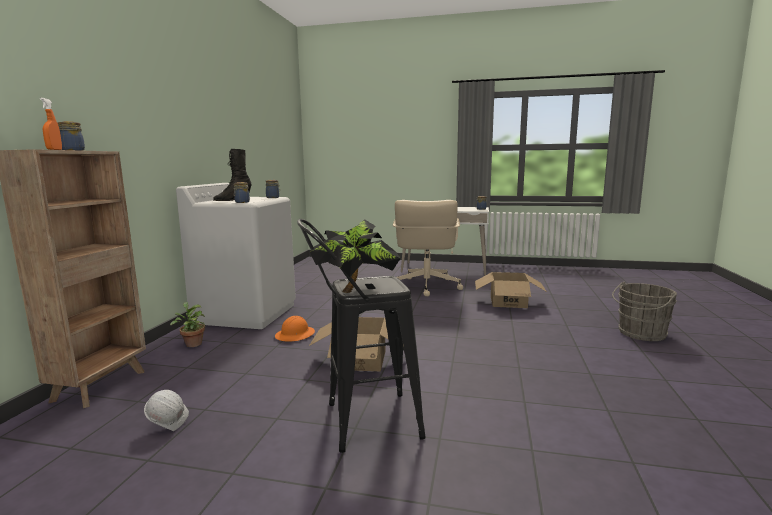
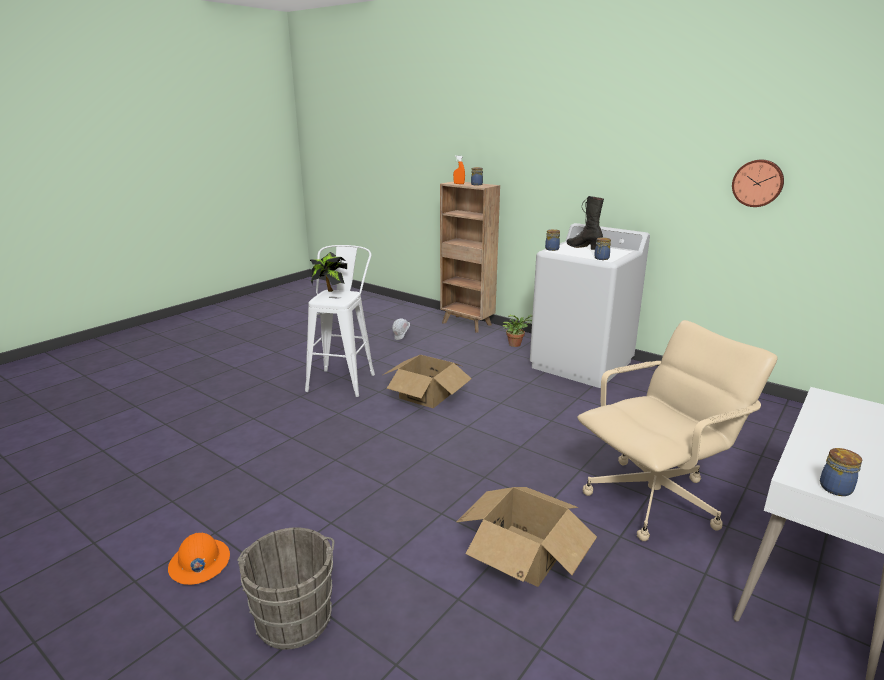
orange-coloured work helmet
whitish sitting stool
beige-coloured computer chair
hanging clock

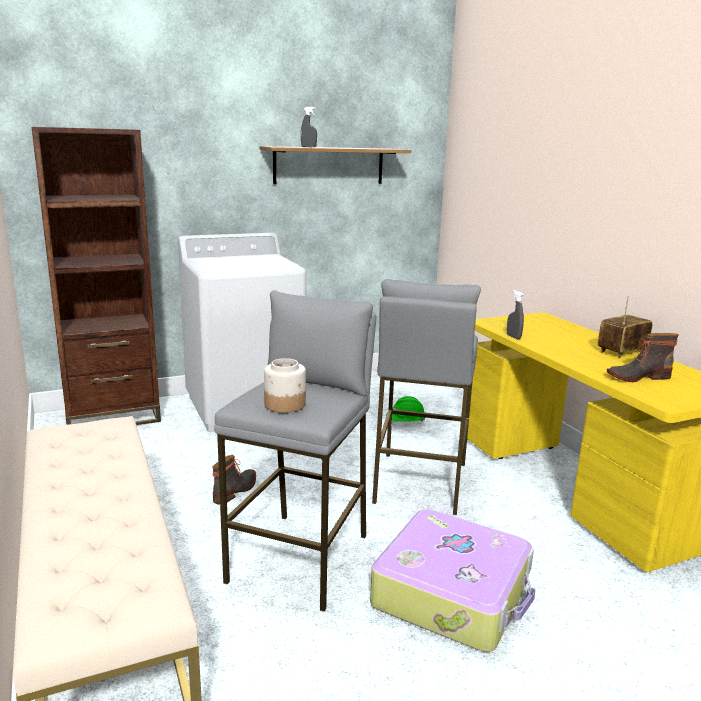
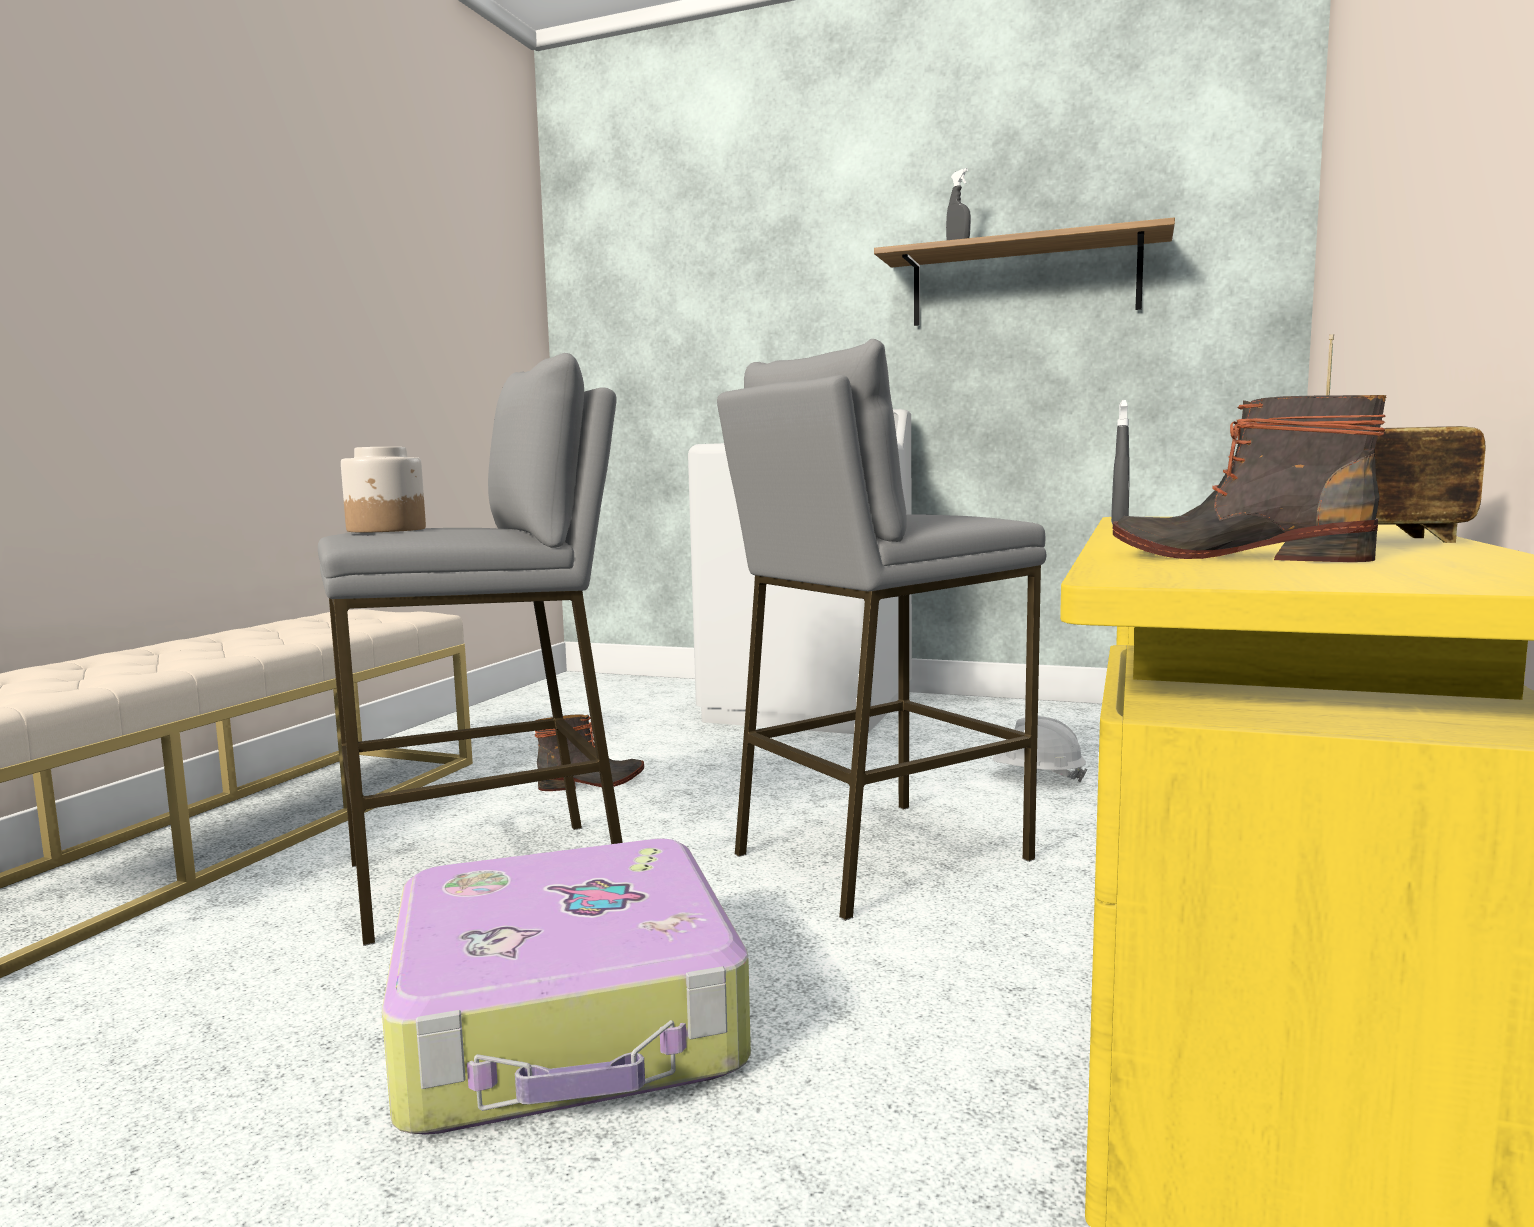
brownish bookcase
whitish work helmet

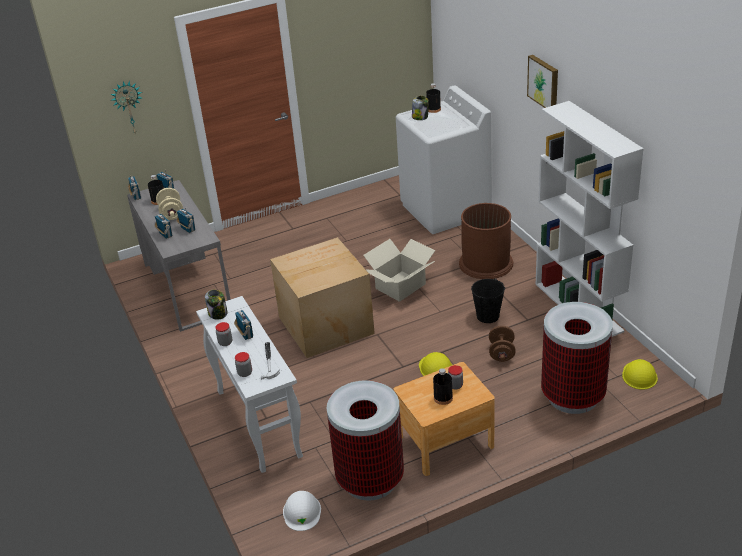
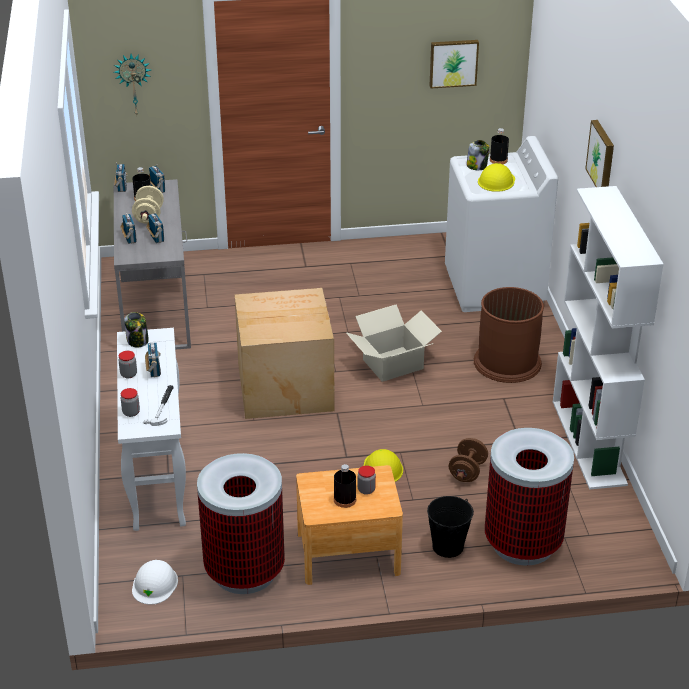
black-coloured pail
yellowish work helmet (no. 2 from left)
wall picture (no. 1 from left)

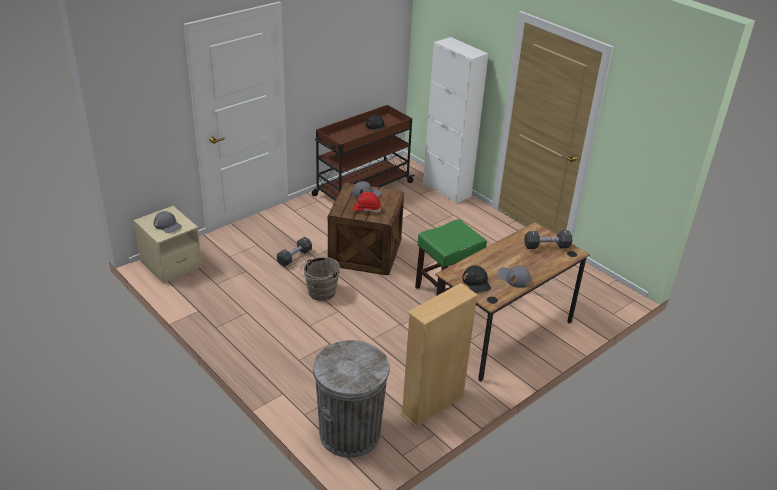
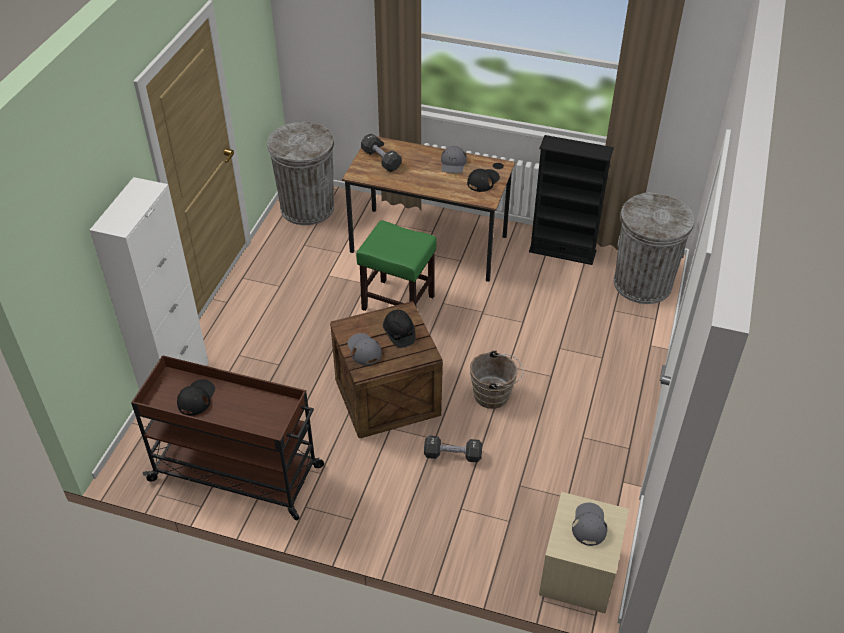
black-coloured work helmet
black-coloured bookcase
greyish waste bin (no. 1 from left)

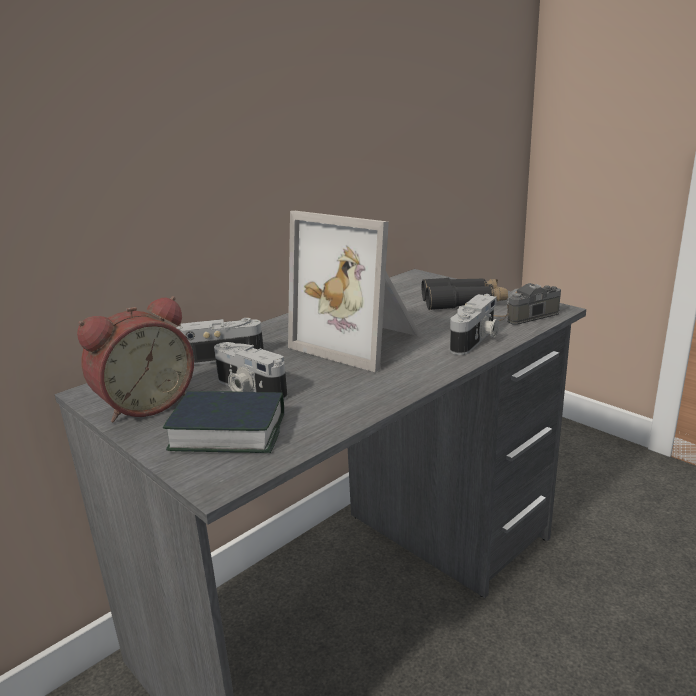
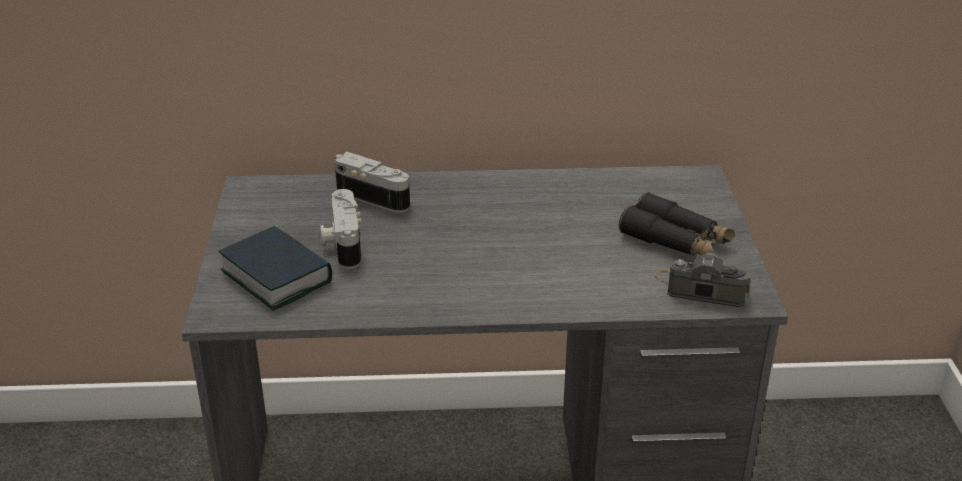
table clock
standing frame
photo camera (no. 3 from left in the first image)

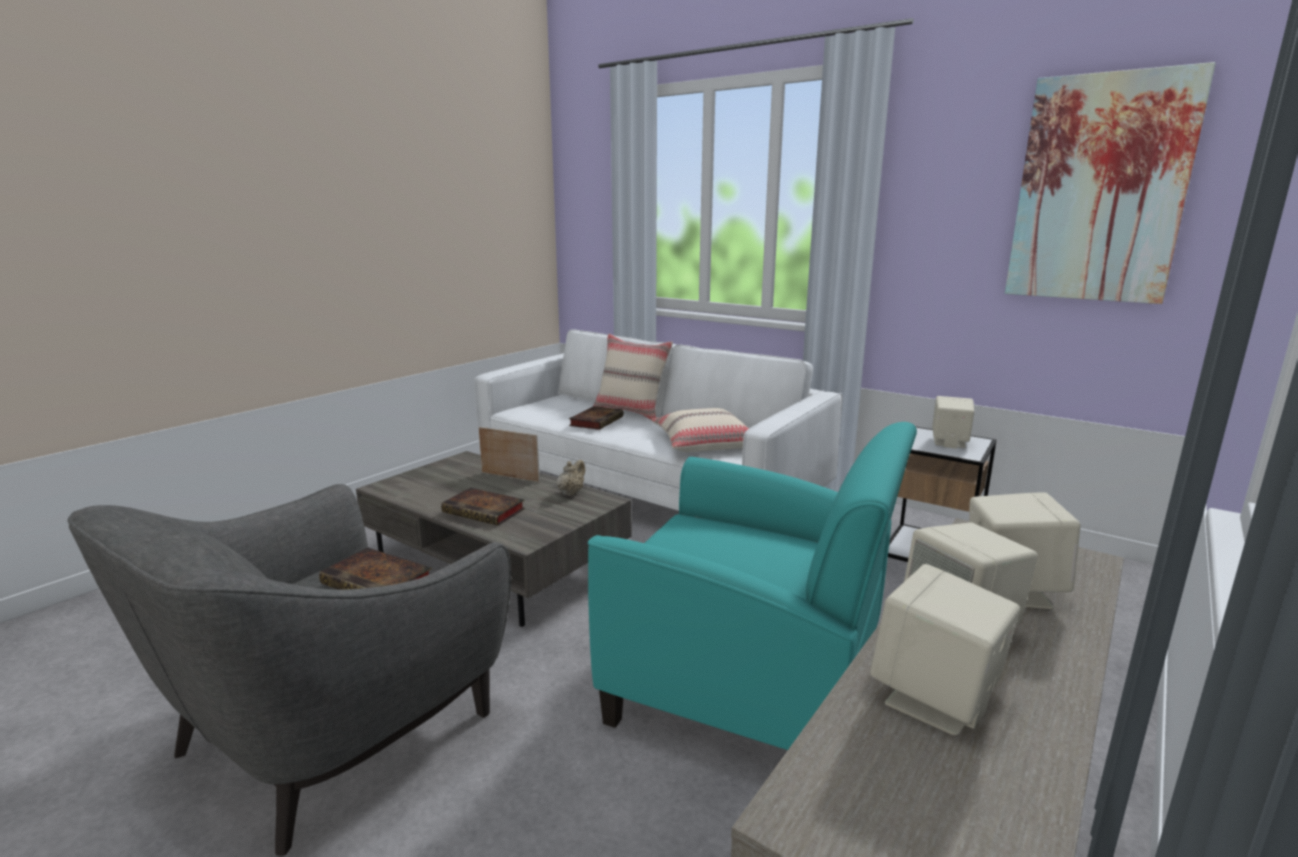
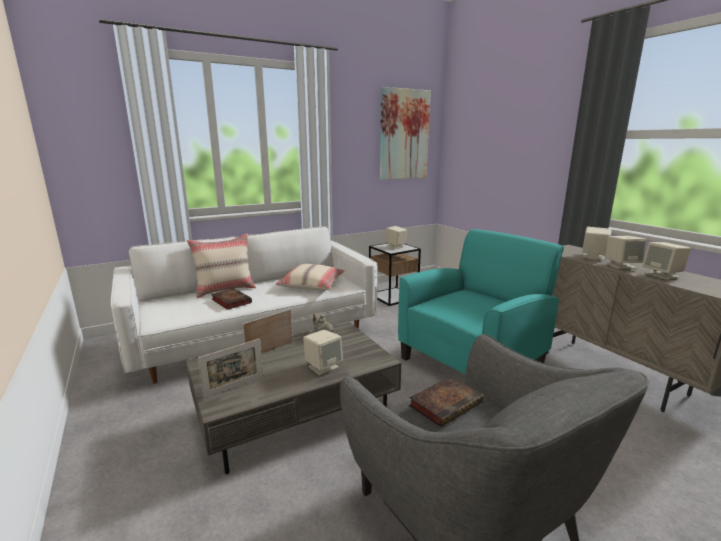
beige-coloured audio speaker (no. 1 from left)
standing frame (no. 1 from left)

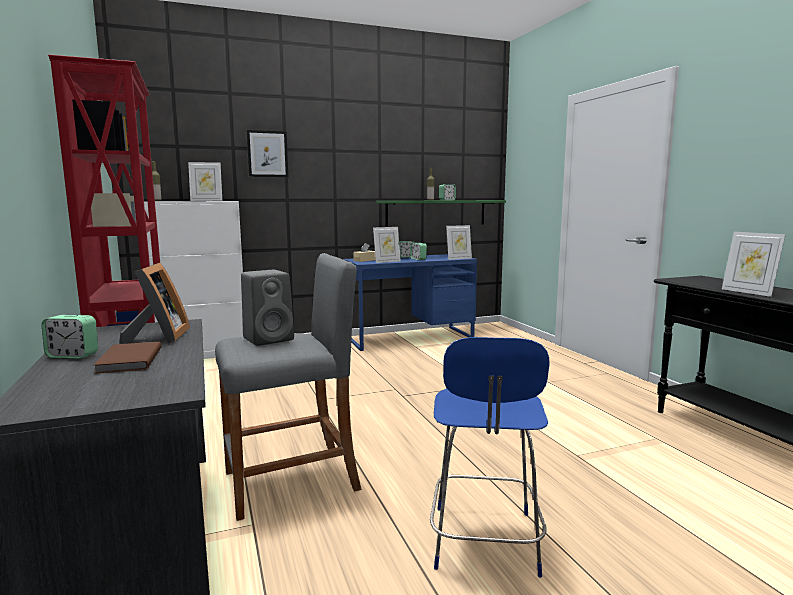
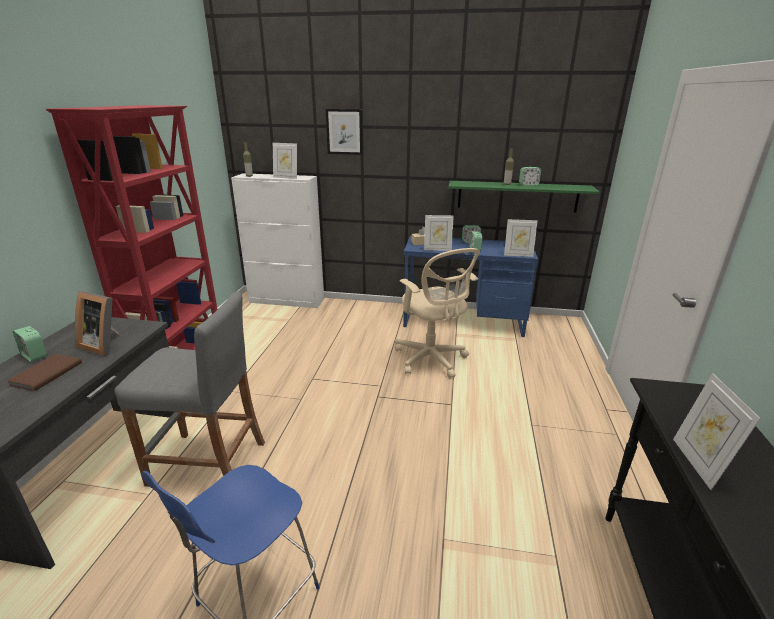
standing frame (no. 1 from left)
greyish audio speaker
beige-coloured computer chair

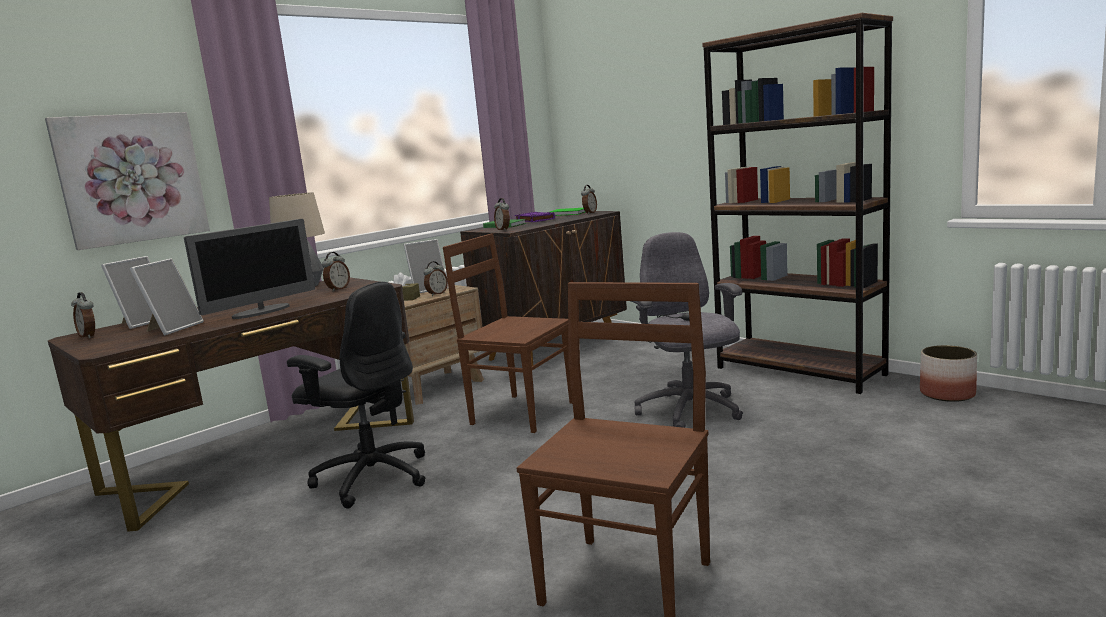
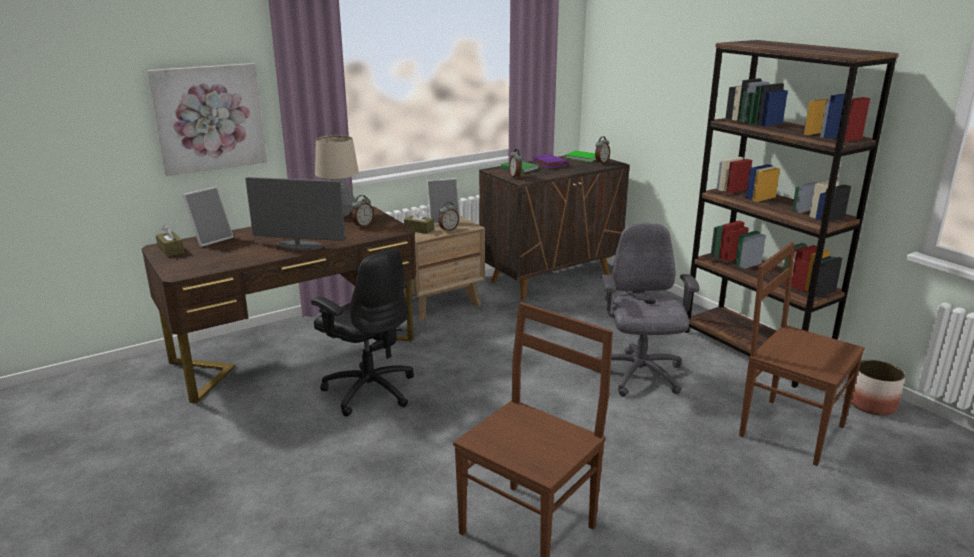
brownish tissue holder (no. 1 from left)
standing frame (no. 2 from left in the first image)
computer screen
brownish upright chair (no. 2 from left)

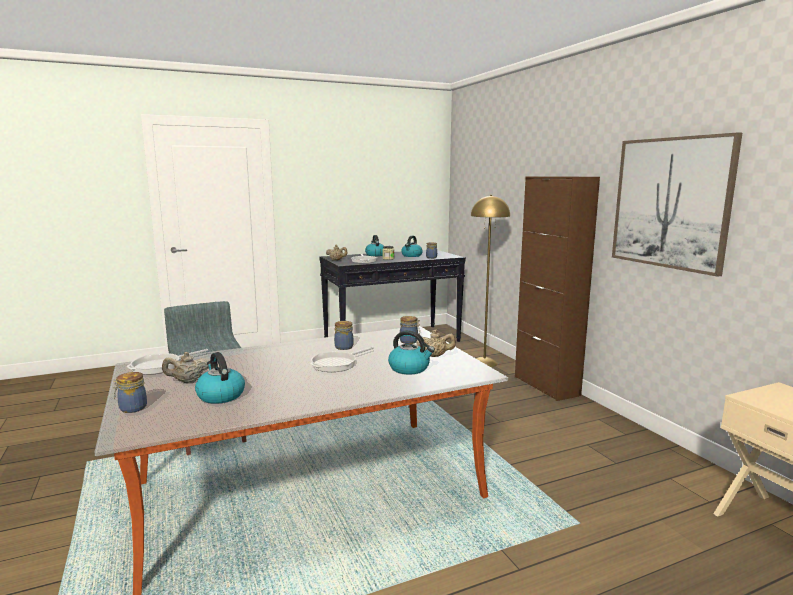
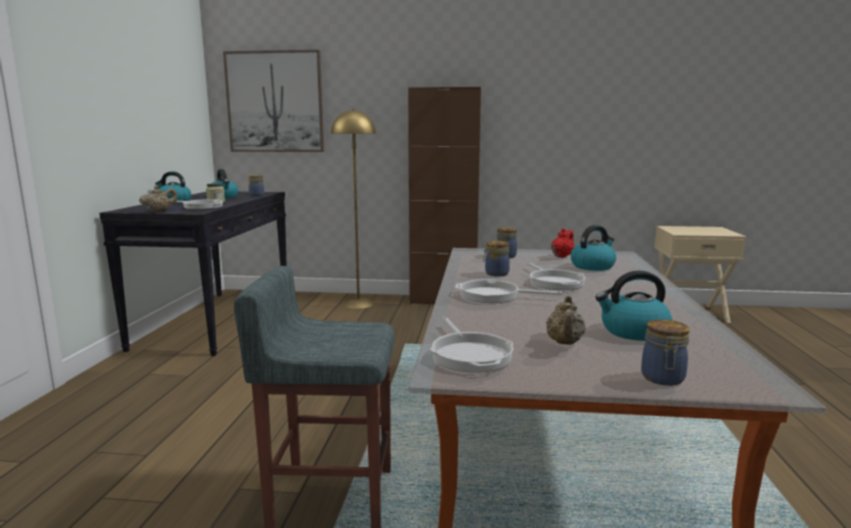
red-coloured teapot
wall picture
skillet (no. 3 from left)

